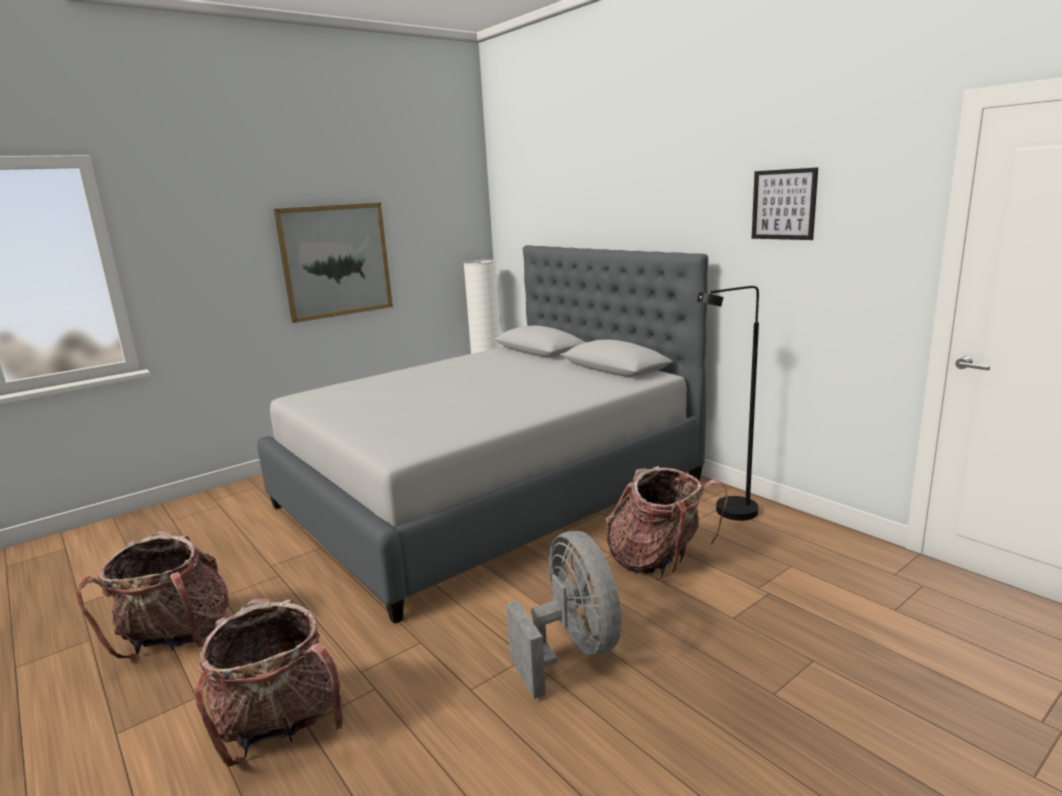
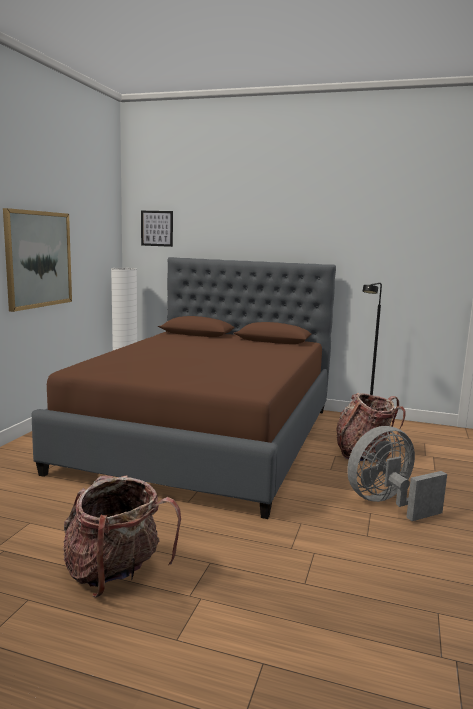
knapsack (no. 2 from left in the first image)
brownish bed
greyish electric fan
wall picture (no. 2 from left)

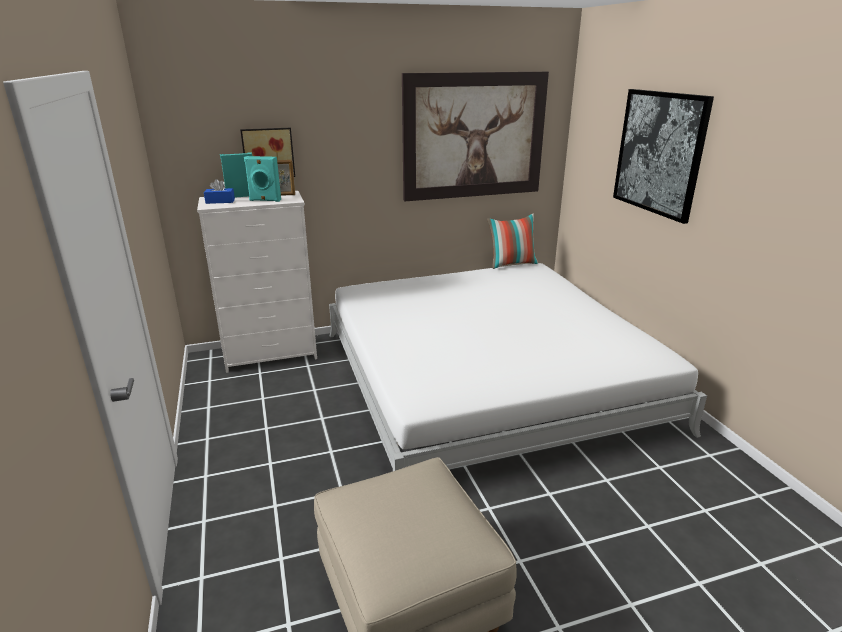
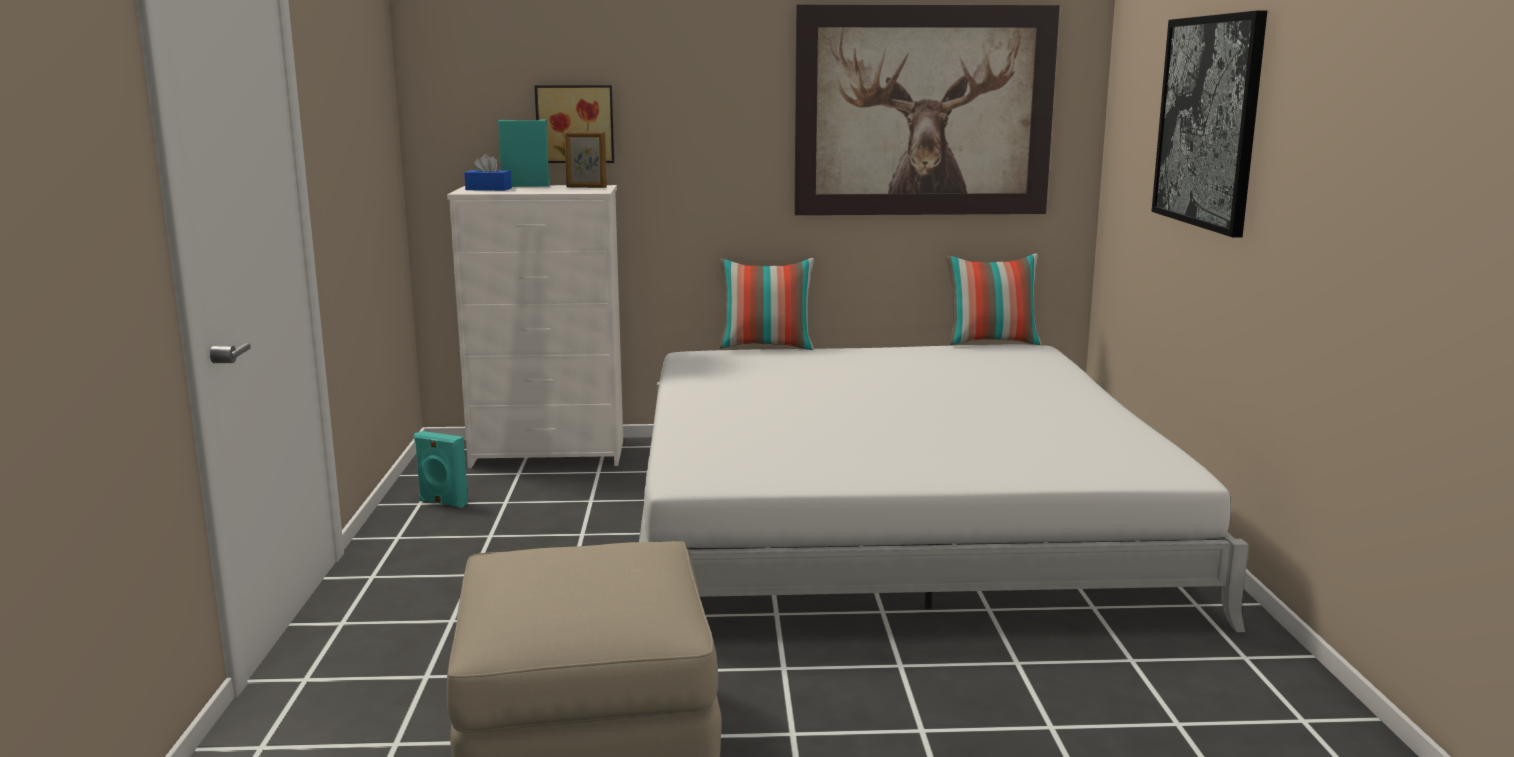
turquoise-coloured audio speaker (no. 1 from left)
pillow (no. 1 from left)

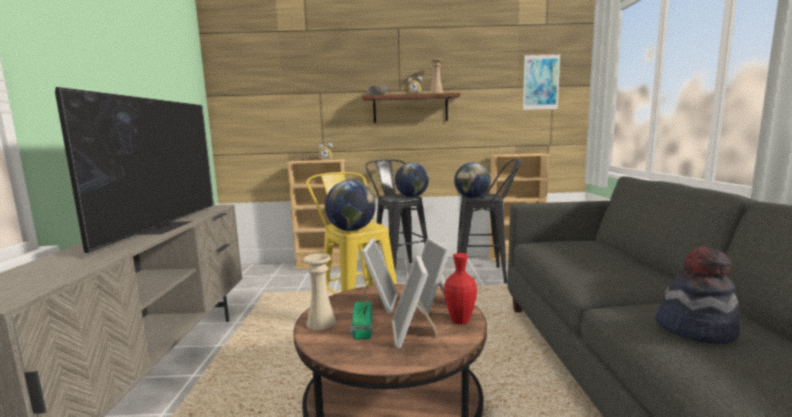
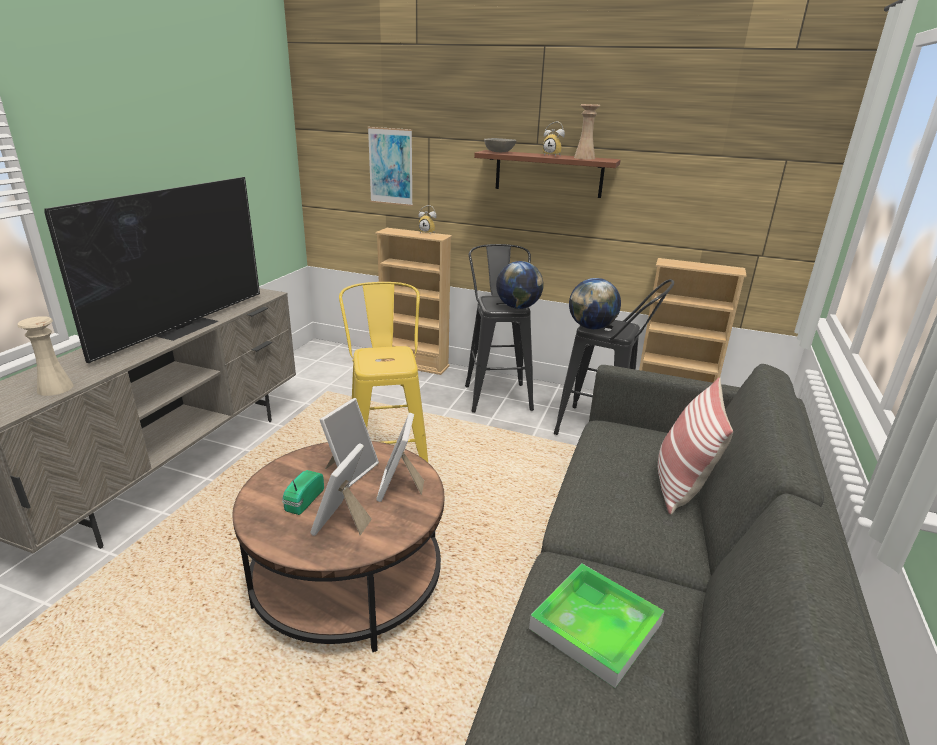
beige-coloured decorative vase (no. 1 from left)
globe (no. 1 from left in the first image)
red-coloured decorative vase
wall picture
carrying tray
pillow

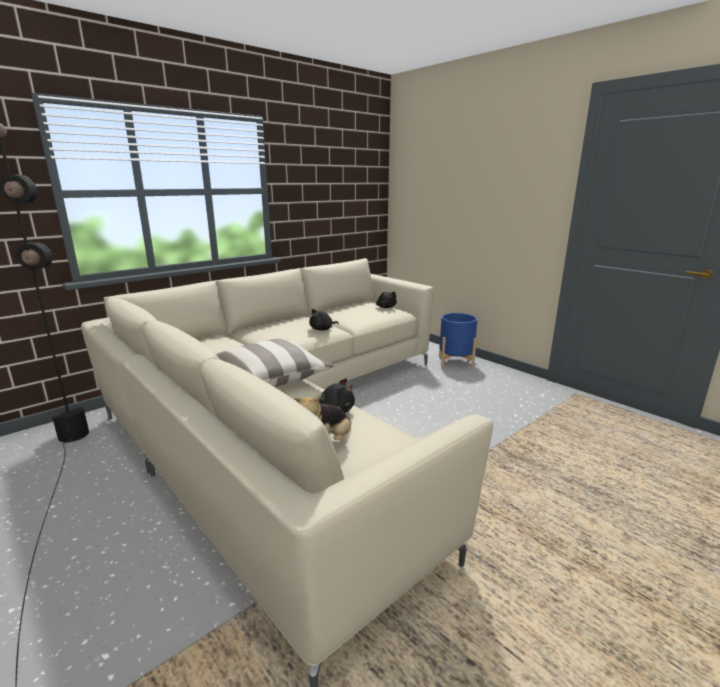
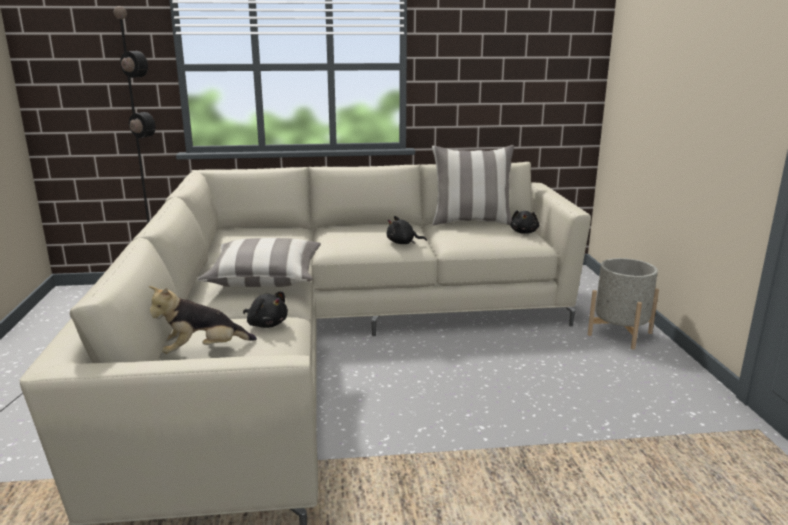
greyish flower pot
pillow (no. 2 from left)

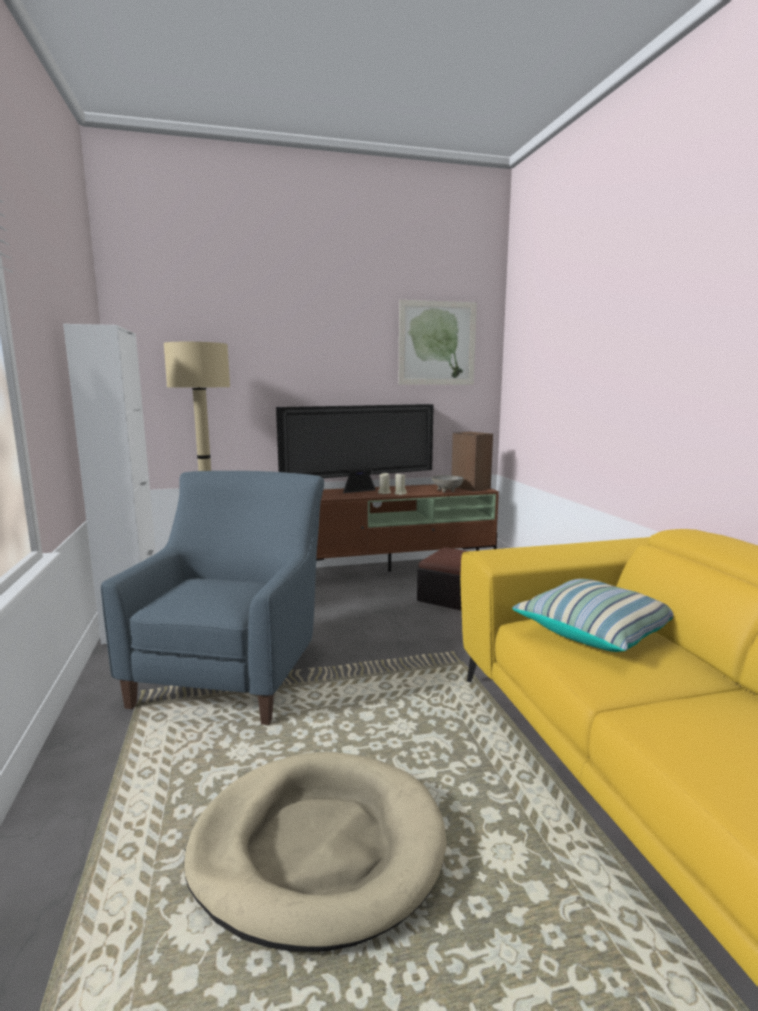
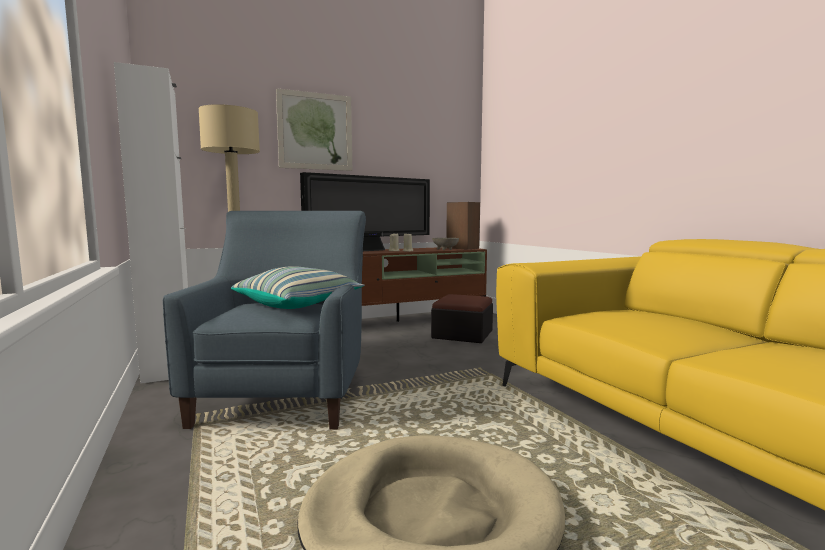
wall picture
pillow

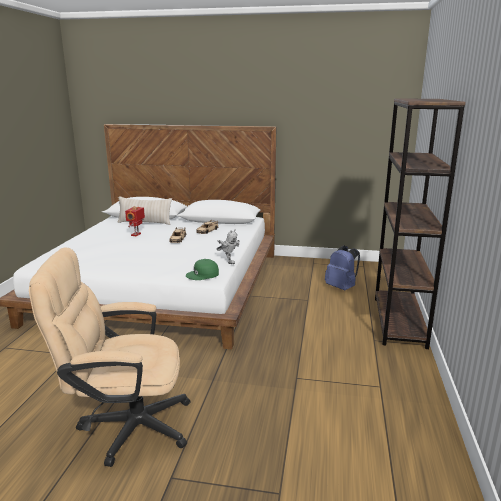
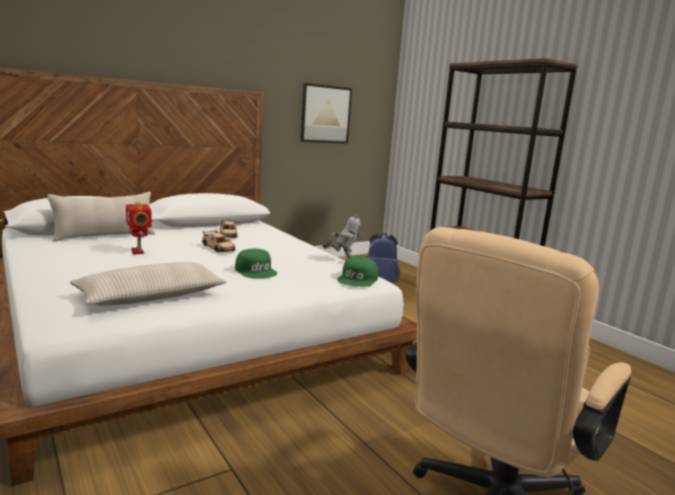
beige-coloured pillow (no. 2 from left)
green baseball cap (no. 1 from left)
wall picture

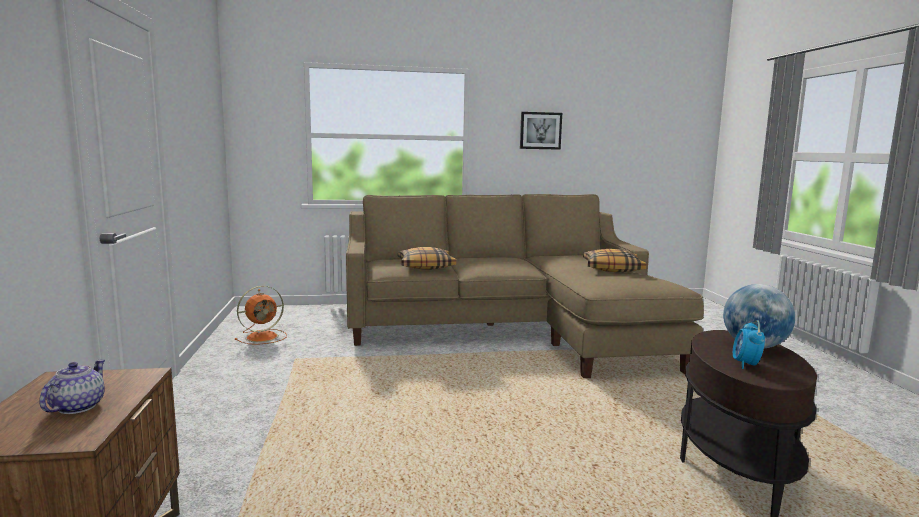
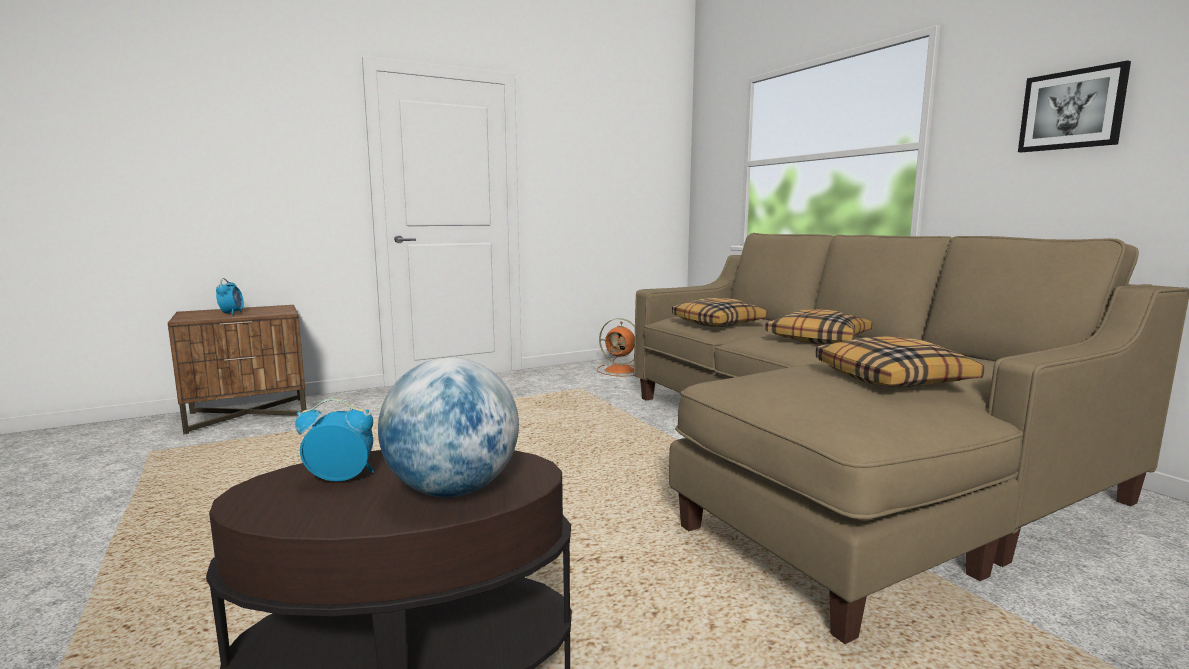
table clock (no. 1 from left)
pillow (no. 2 from left)

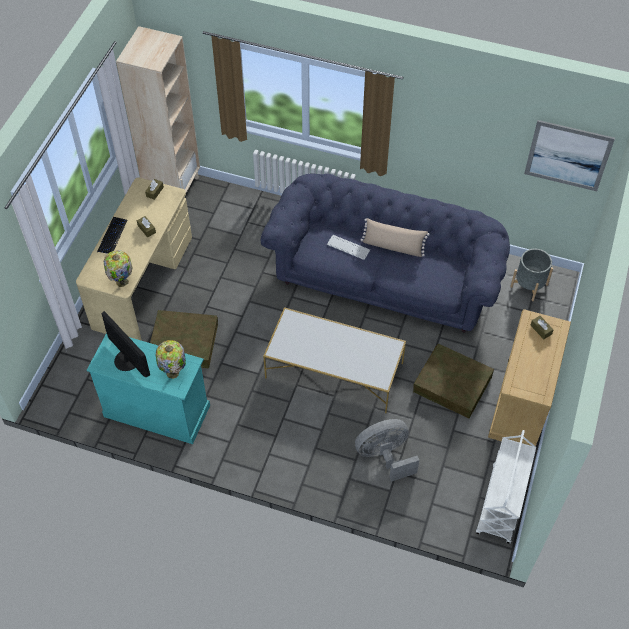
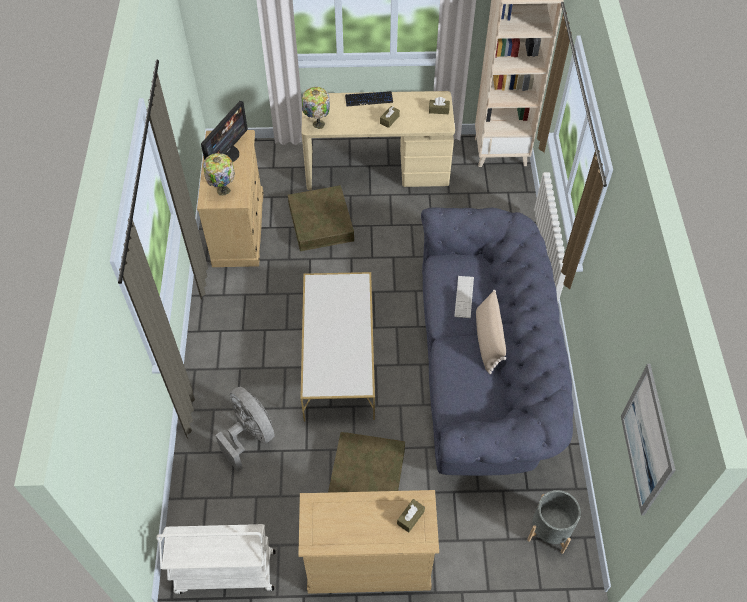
beige-coloured chest of drawers (no. 1 from left)

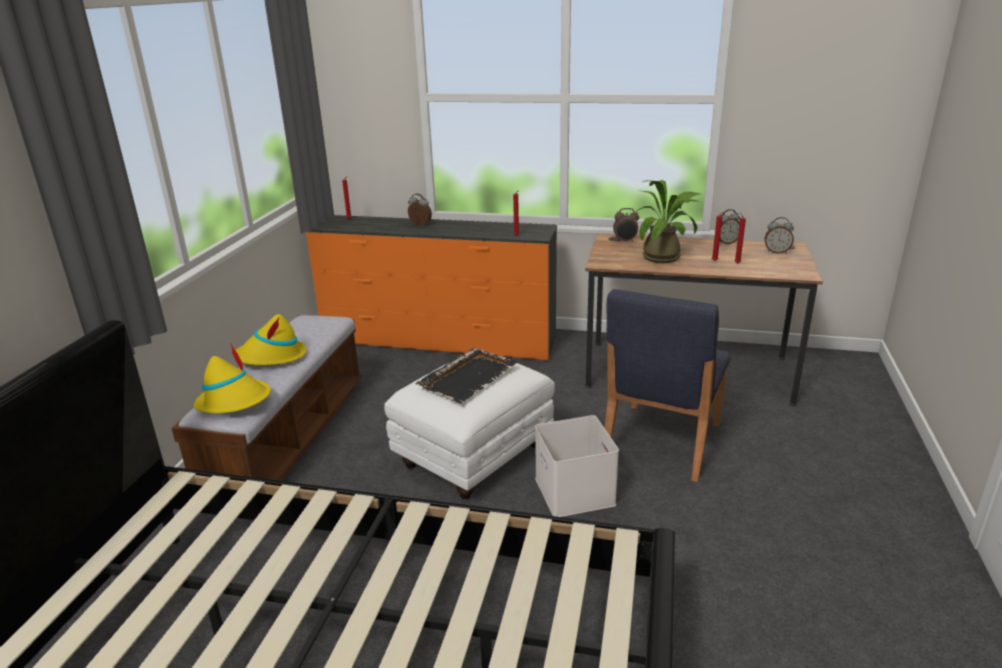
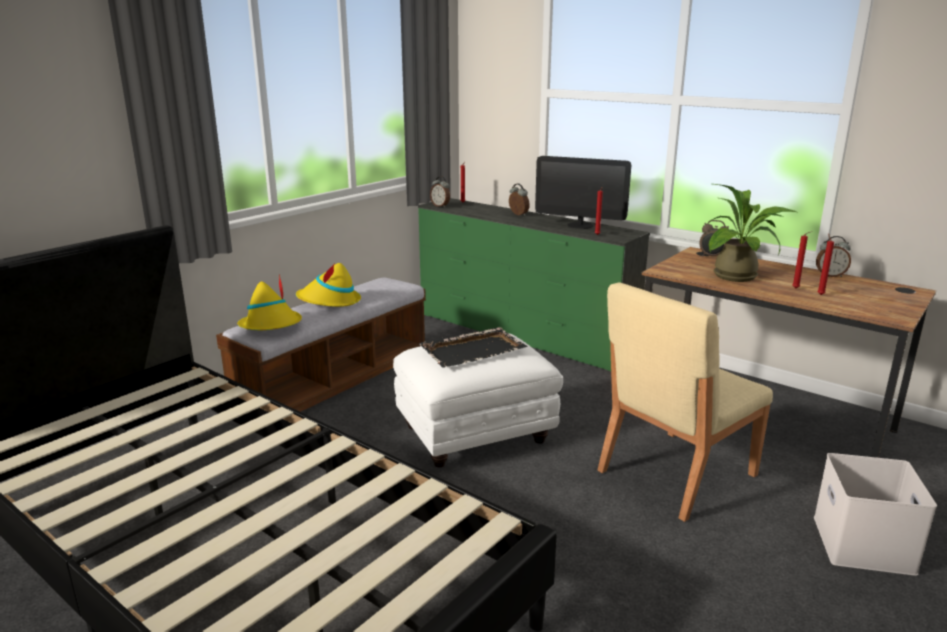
green chest of drawers
whitish storage bin
beige-coloured upright chair
table clock (no. 1 from left)
computer screen

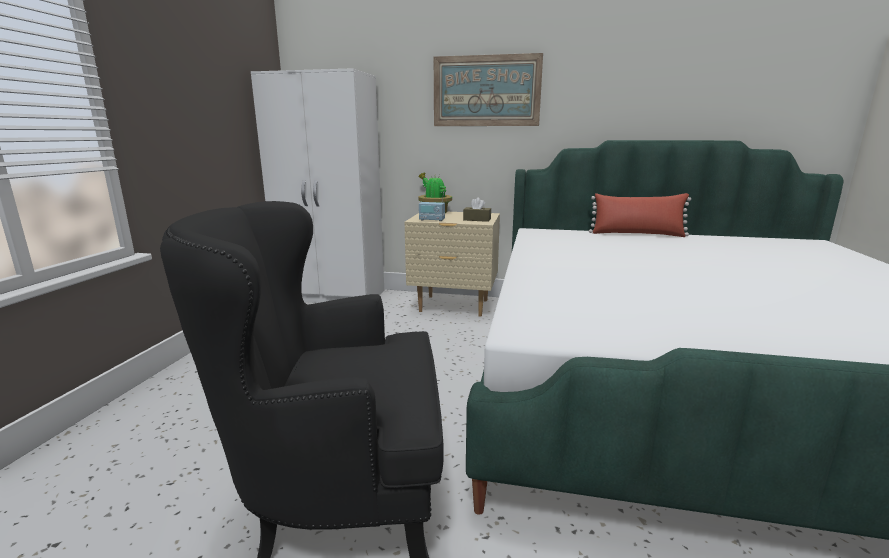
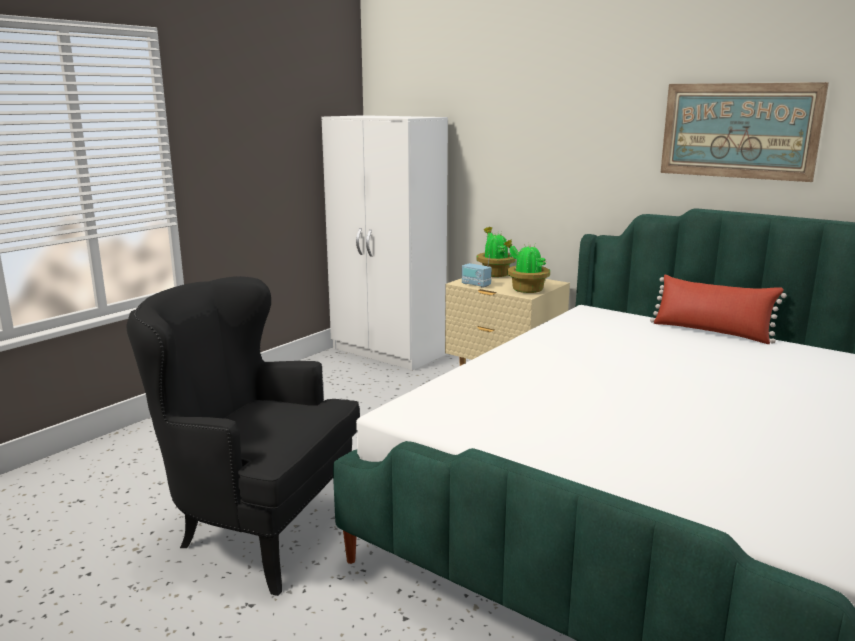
wall picture
plant in a pot (no. 2 from left)

